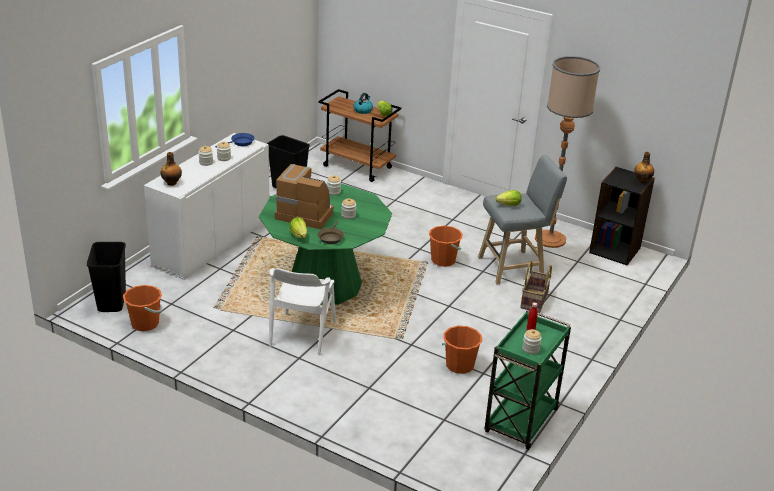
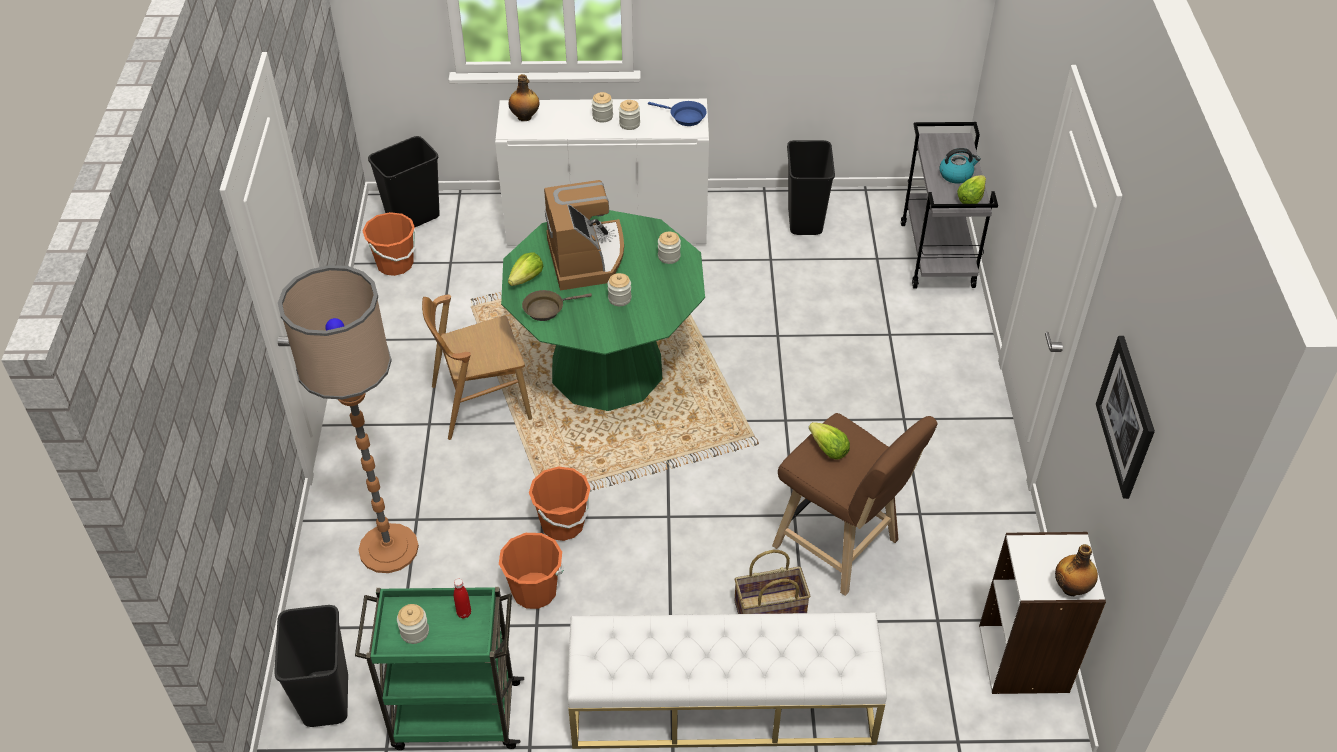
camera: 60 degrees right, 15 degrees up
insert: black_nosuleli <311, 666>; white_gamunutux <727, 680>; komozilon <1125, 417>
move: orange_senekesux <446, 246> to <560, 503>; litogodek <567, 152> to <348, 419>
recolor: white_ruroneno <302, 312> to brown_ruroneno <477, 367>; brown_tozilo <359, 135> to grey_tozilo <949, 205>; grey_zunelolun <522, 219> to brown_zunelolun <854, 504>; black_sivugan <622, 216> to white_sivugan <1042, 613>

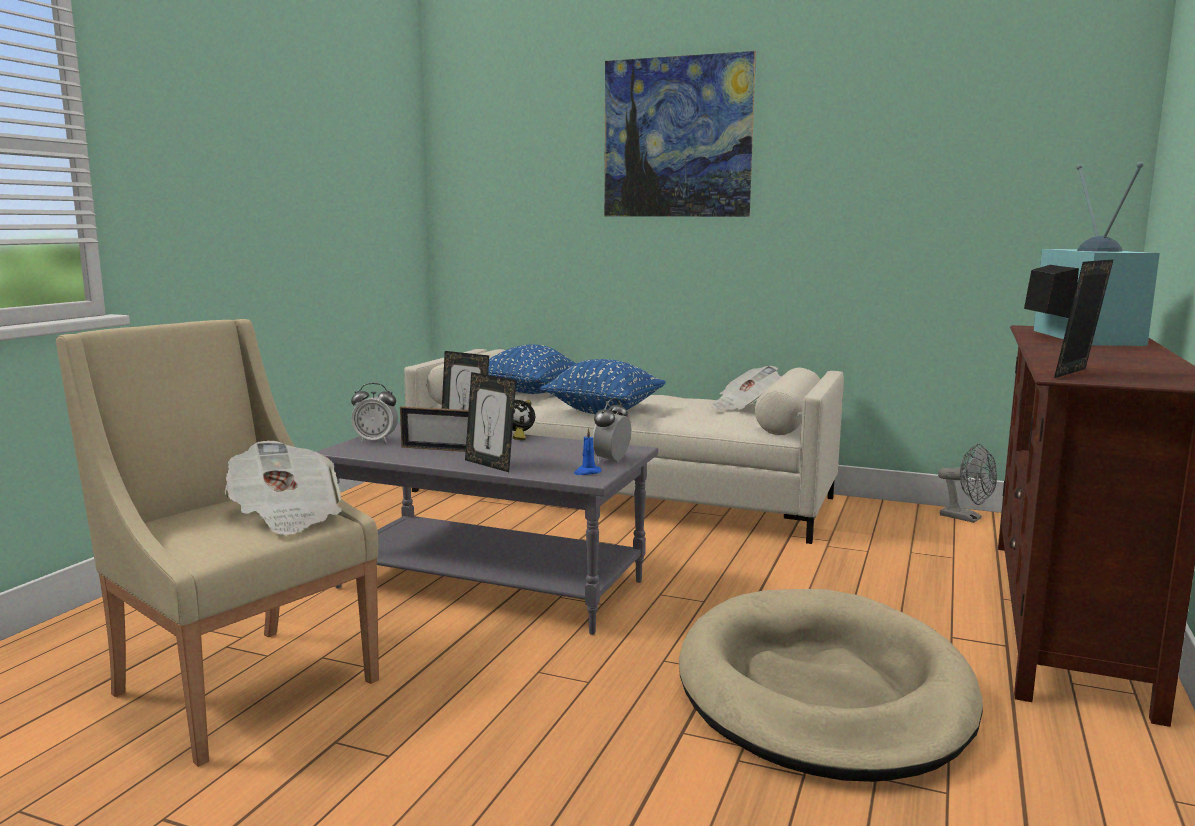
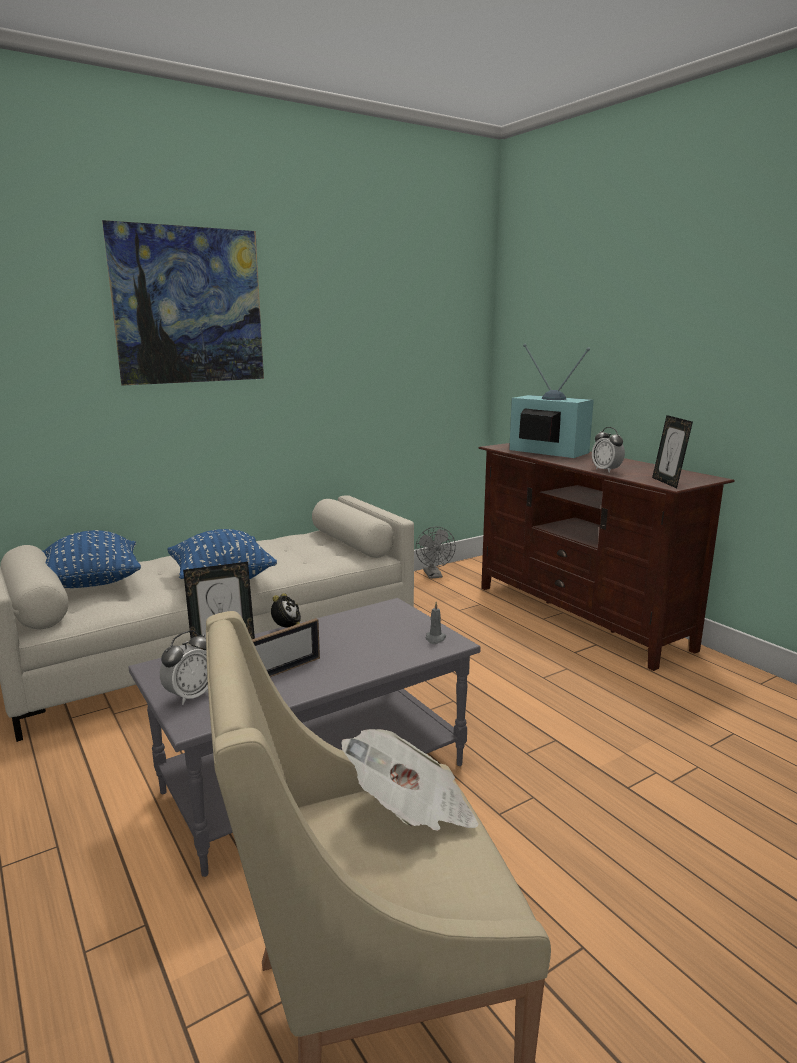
camera: 55 degrees left, 5 degrees up
delete: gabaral <490, 422>; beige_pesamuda <831, 685>; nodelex <745, 388>
move: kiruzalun <611, 430> to <608, 450>
recolor: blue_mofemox <587, 451> to grey_mofemox <436, 623>
rotate: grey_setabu <967, 483> = <436, 553> 90 degrees clockwise

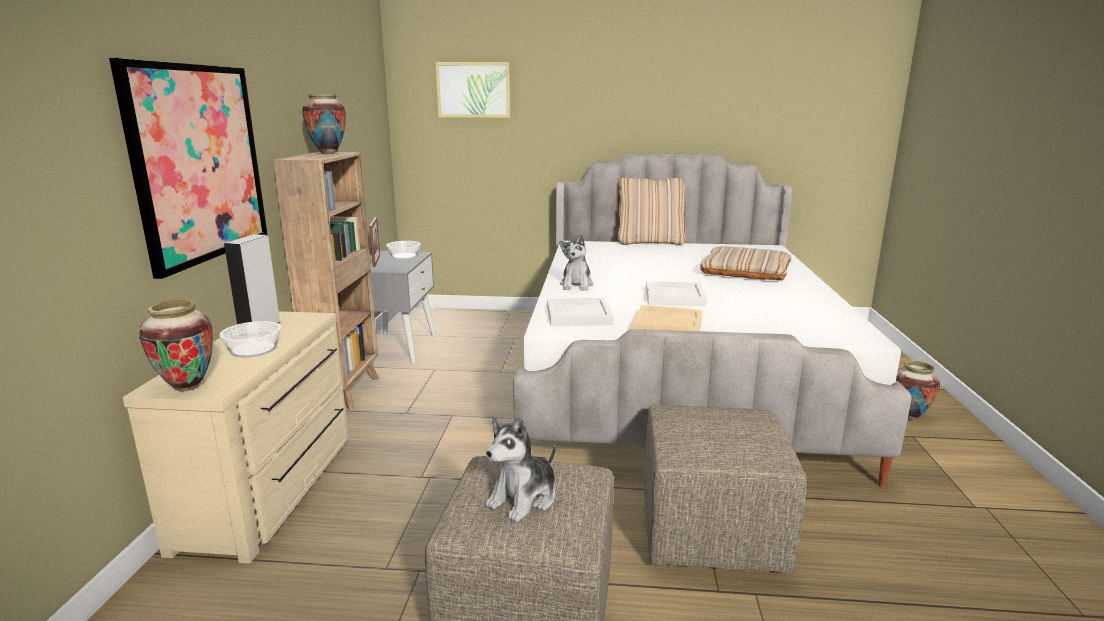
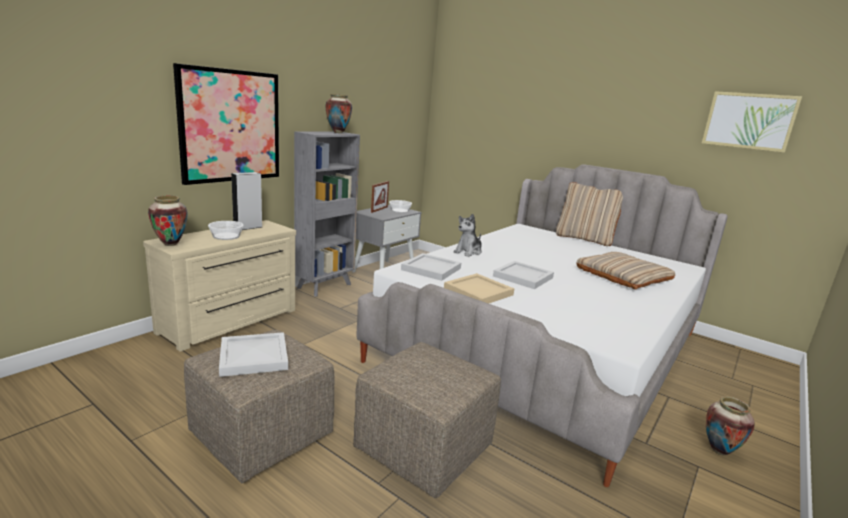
camera: 30 degrees right, 0 degrees up
move: komozilon <473, 90> to <752, 122>
replace: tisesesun <520, 469> to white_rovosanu <253, 354>
recolor: brown_sivugan <326, 281> to grey_sivugan <327, 214>

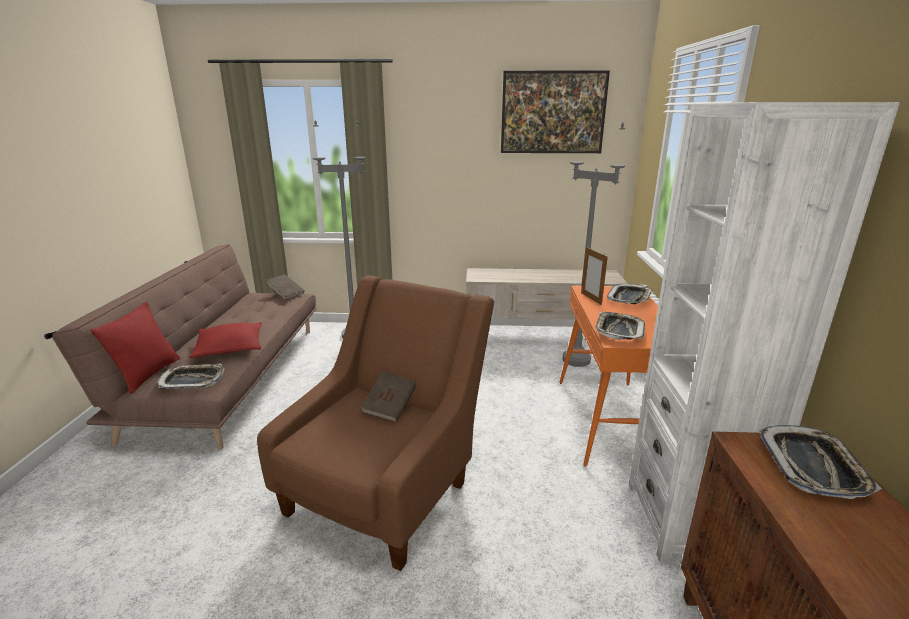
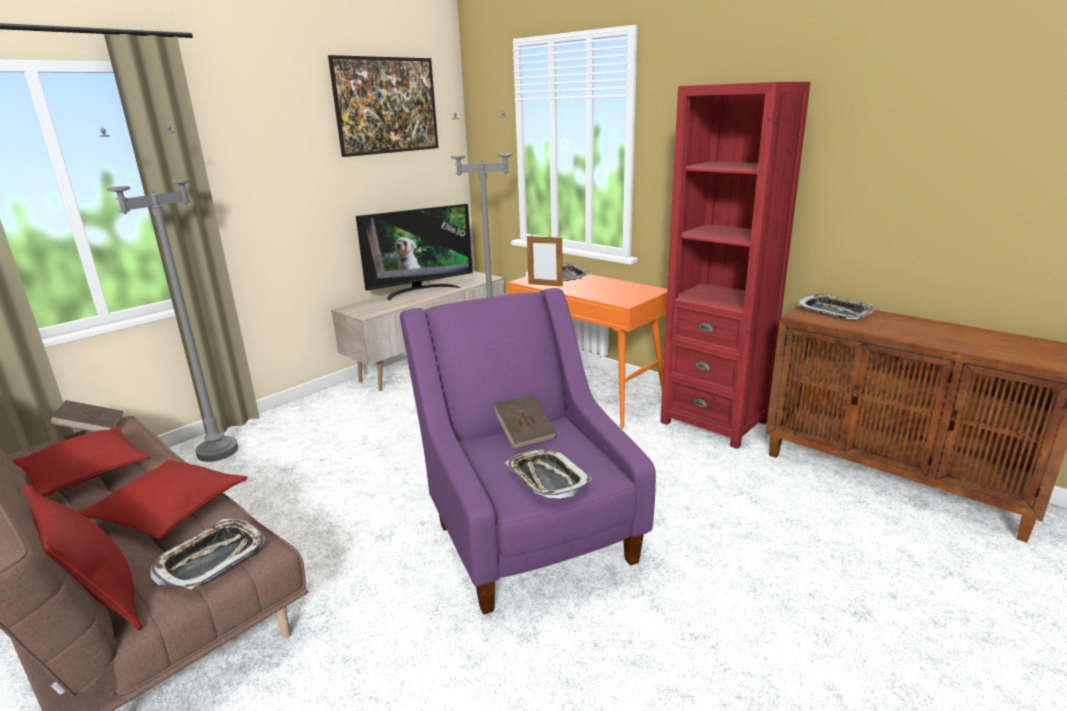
camera: 50 degrees left, 0 degrees up
insert: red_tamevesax <82, 461>; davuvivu <414, 252>
move: rovosanu <620, 326> to <548, 474>
recolor: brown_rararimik <375, 423> to purple_rararimik <528, 451>; white_sivugan <764, 332> to red_sivugan <735, 265>

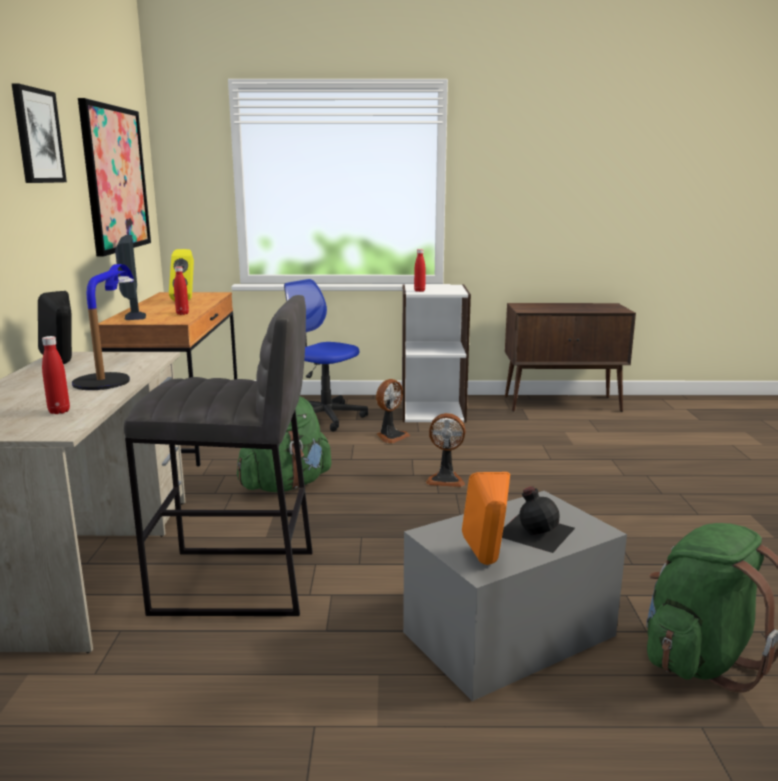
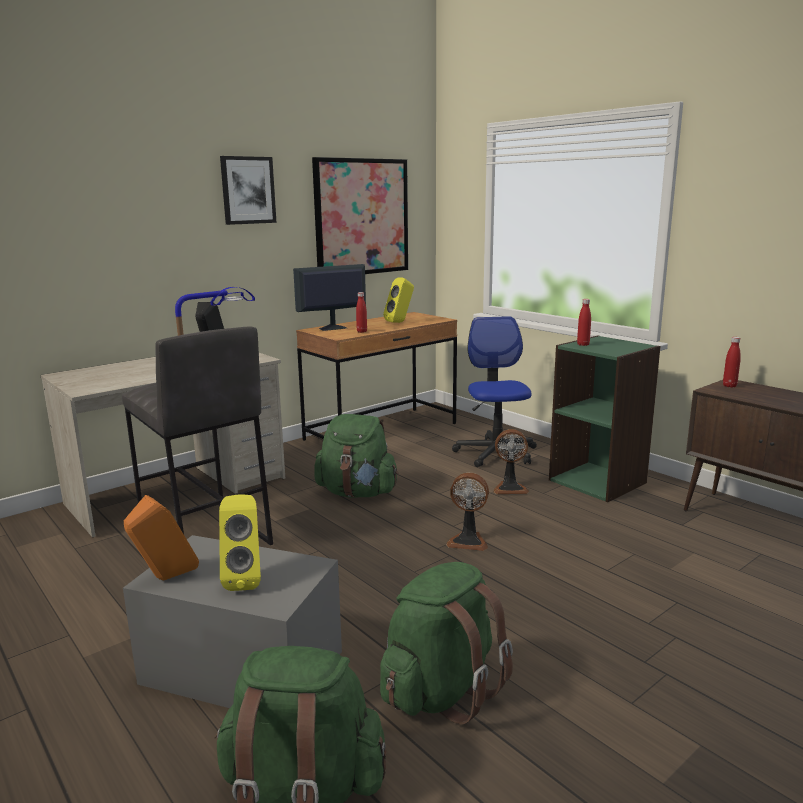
camera: 50 degrees right, 0 degrees up
insert: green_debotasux <446, 643>
move: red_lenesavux <56, 375> to <732, 362>
replace: black_lenesavux <538, 519> to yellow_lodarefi <240, 543>
recolor: white_sivugan <436, 353> to green_sivugan <604, 418>
rotate: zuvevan <130, 277> = <329, 297> 150 degrees counterclockwise; setabu <445, 450> = <467, 512> 45 degrees counterclockwise

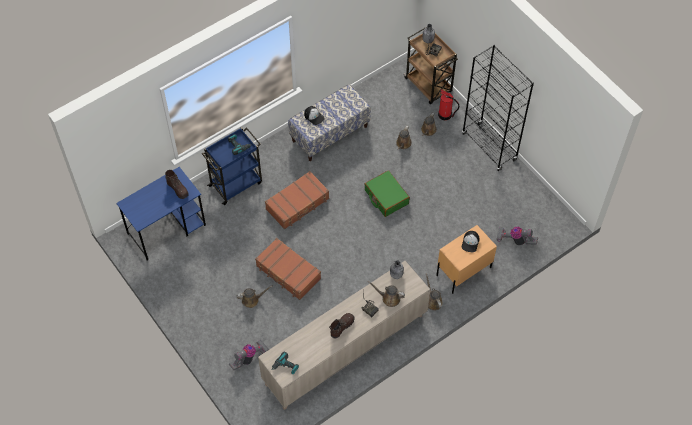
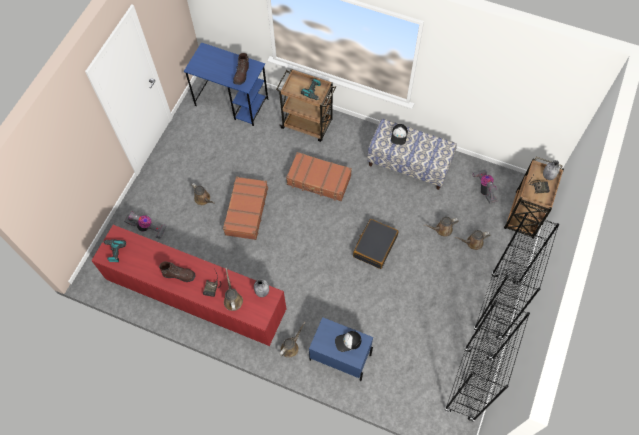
camera: 60 degrees right, 5 degrees up
delete: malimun <448, 104>
insert: black_sivugan <487, 361>
move: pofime <517, 236> to <485, 186>
recolor: blue_tozilo <232, 166> to brown_tozilo <306, 105>; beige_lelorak <344, 335> to red_lelorak <188, 285>; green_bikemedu <387, 193> to black_bikemedu <376, 244>; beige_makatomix <466, 259> to blue_makatomix <341, 349>

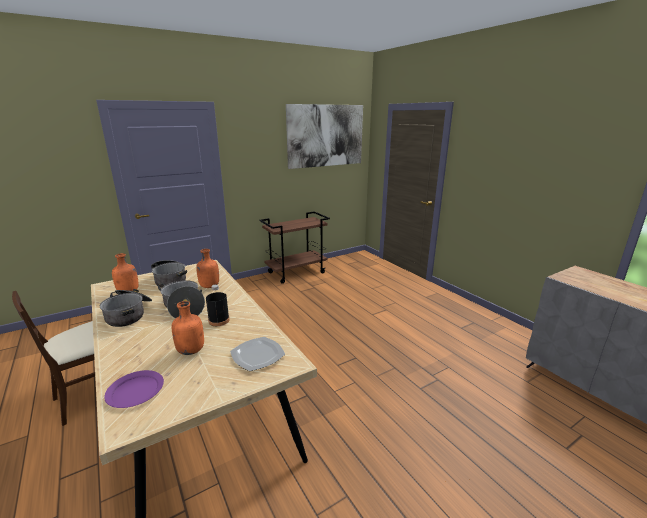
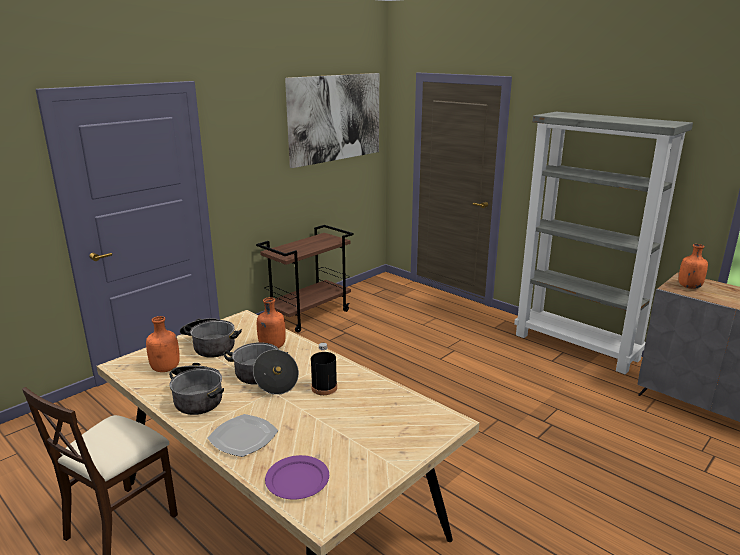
camera: 15 degrees left, 0 degrees up
insert: grey_sivugan <603, 243>
move: orange_lenesavux <188, 328> to <693, 266>; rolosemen <257, 354> to <243, 435>

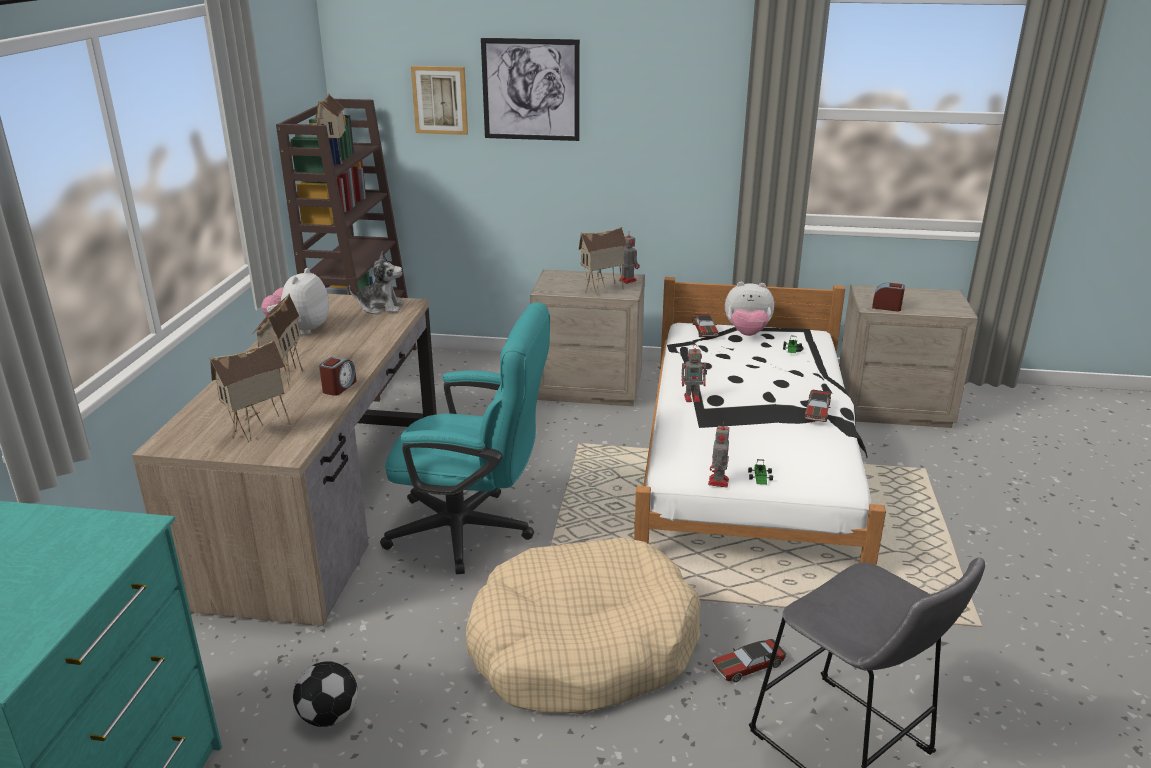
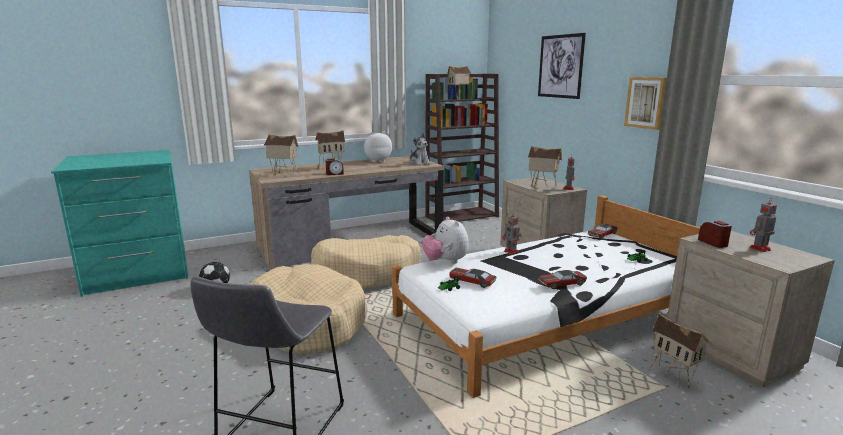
camera: 55 degrees right, 10 degrees down
insert: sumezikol <680, 350>
move: komozilon <439, 100> to <645, 103>; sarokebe <718, 454> to <763, 225>; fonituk <749, 660> to <473, 278>; tisesesun <749, 309> to <445, 240>
replace: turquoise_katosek <465, 438> to beige_pesamuda <366, 262>

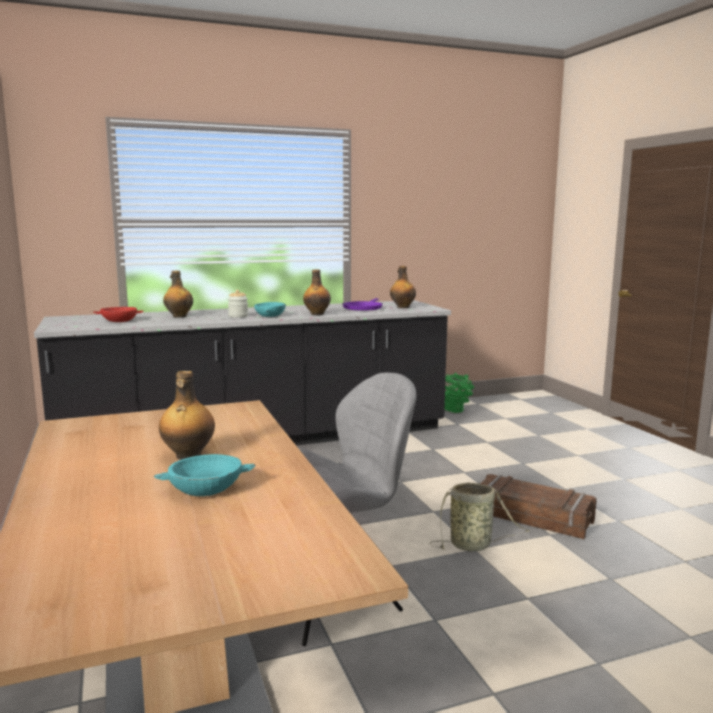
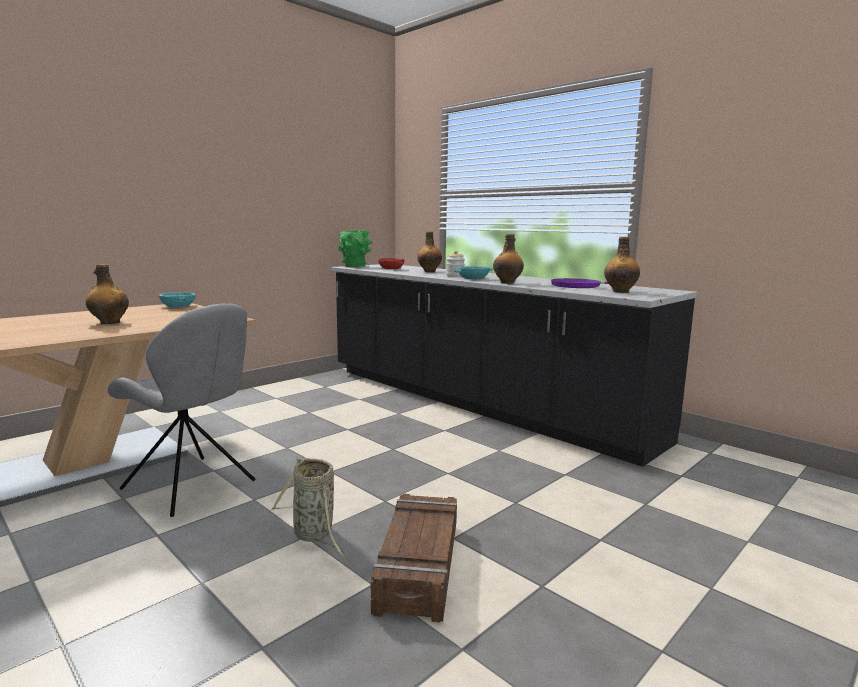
camera: 65 degrees right, 0 degrees up
move: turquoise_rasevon <205, 475> to <177, 299>; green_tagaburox <459, 393> to <355, 248>

